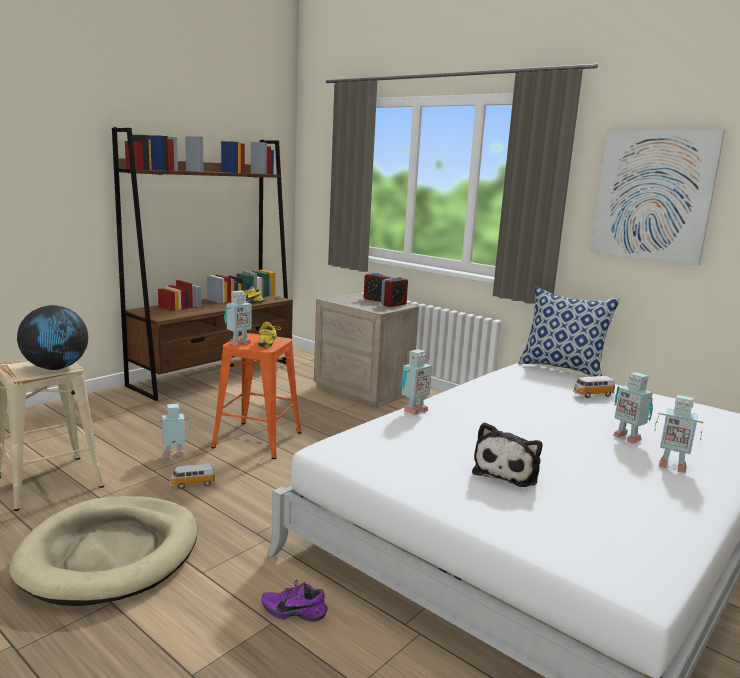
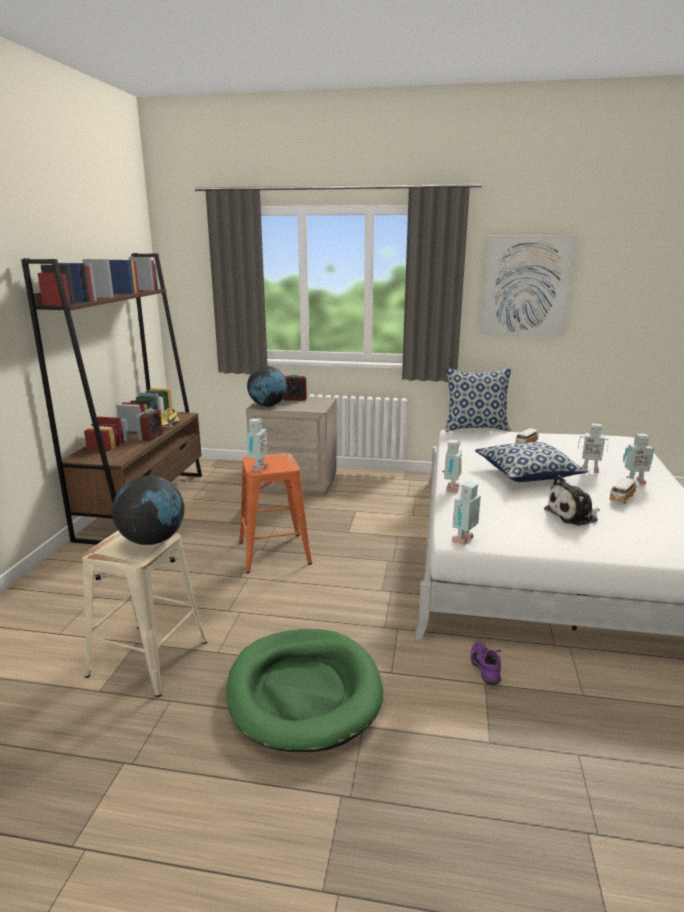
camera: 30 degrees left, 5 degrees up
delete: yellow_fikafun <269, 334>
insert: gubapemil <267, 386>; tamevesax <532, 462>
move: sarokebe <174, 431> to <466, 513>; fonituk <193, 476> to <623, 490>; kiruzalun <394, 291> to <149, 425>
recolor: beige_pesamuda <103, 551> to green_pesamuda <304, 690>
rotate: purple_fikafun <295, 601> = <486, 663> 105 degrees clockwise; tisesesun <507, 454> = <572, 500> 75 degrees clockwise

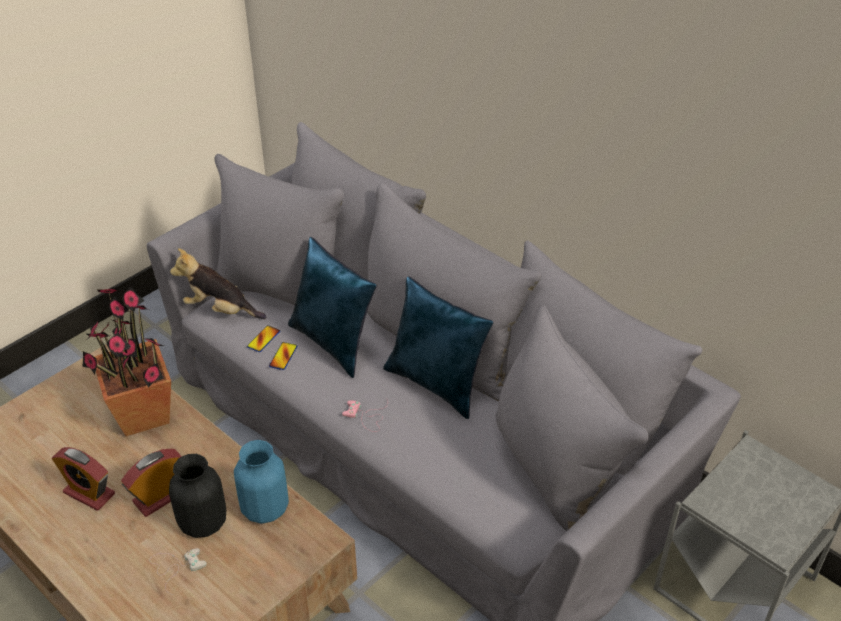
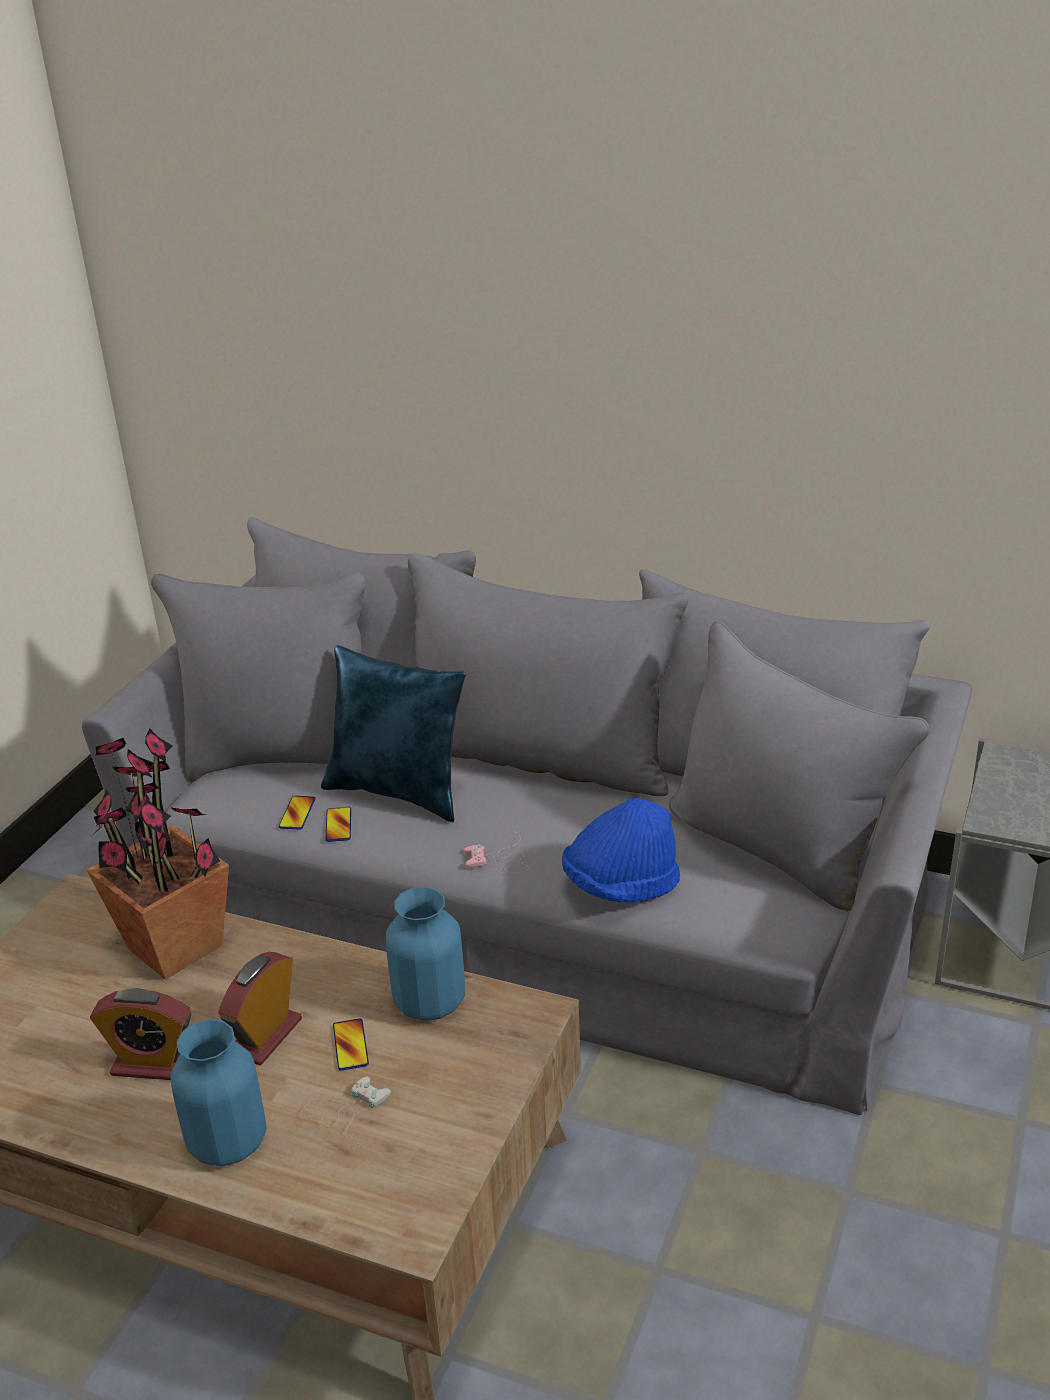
camera: 20 degrees left, 10 degrees down
delete: tisesesun <218, 283>; blue_tamevesax <438, 347>
insert: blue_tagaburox <218, 1092>; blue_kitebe <621, 850>
replace: black_tagaburox <197, 496> to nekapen <351, 1044>

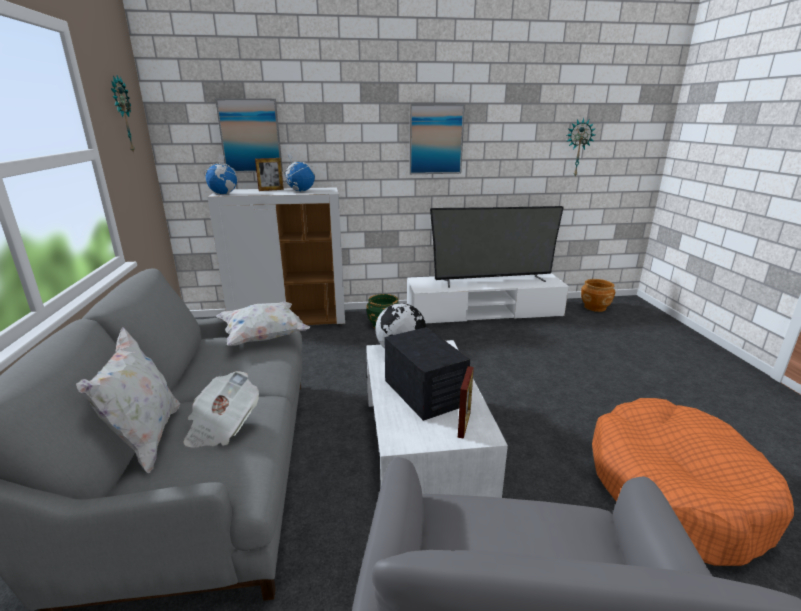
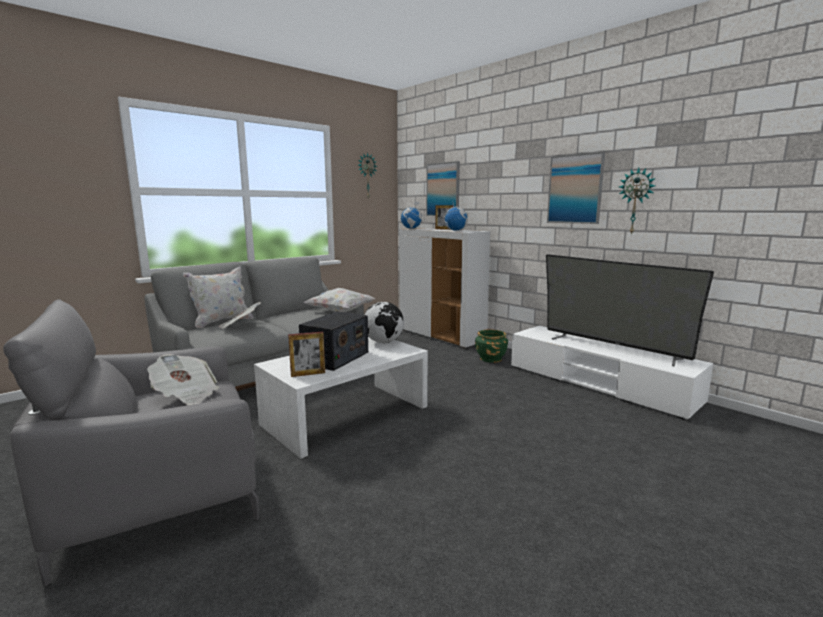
camera: 55 degrees right, 10 degrees down
delete: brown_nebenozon <598, 295>; orange_pesamuda <693, 482>
insert: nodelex <183, 379>
move: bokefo <581, 147> to <637, 201>

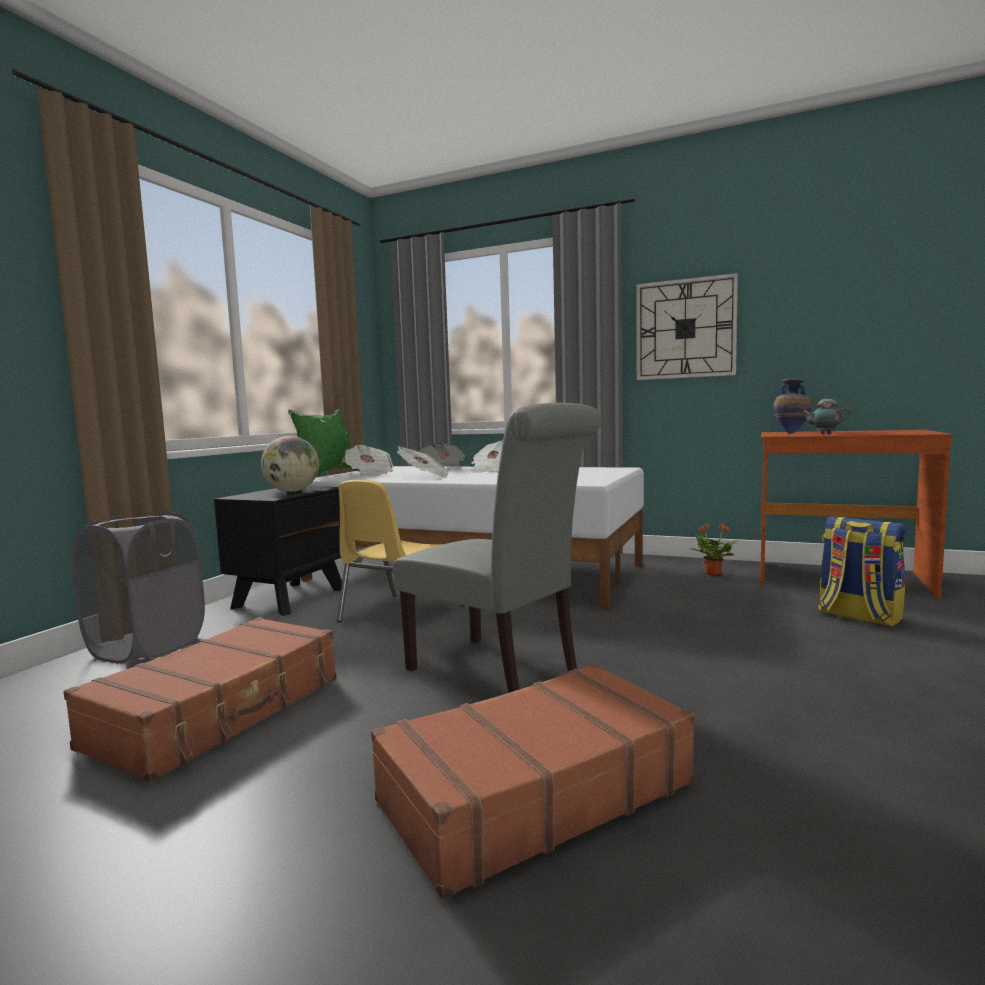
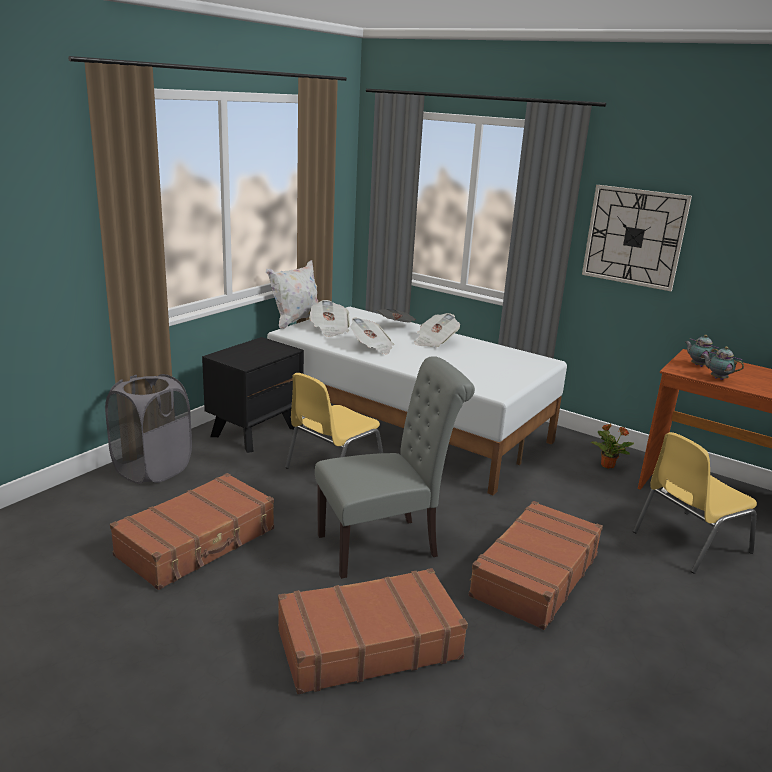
camera: 10 degrees right, 15 degrees up
delete: gubapemil <290, 464>
insert: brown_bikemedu <536, 565>
replace: tagaburox <792, 406> to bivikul <702, 351>; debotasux <862, 572> to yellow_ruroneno <695, 503>
recolor: green_tamevesax <324, 443> to white_tamevesax <292, 294>
rotate: grey_ruroneno <497, 548> = <395, 467> 75 degrees counterclockwise

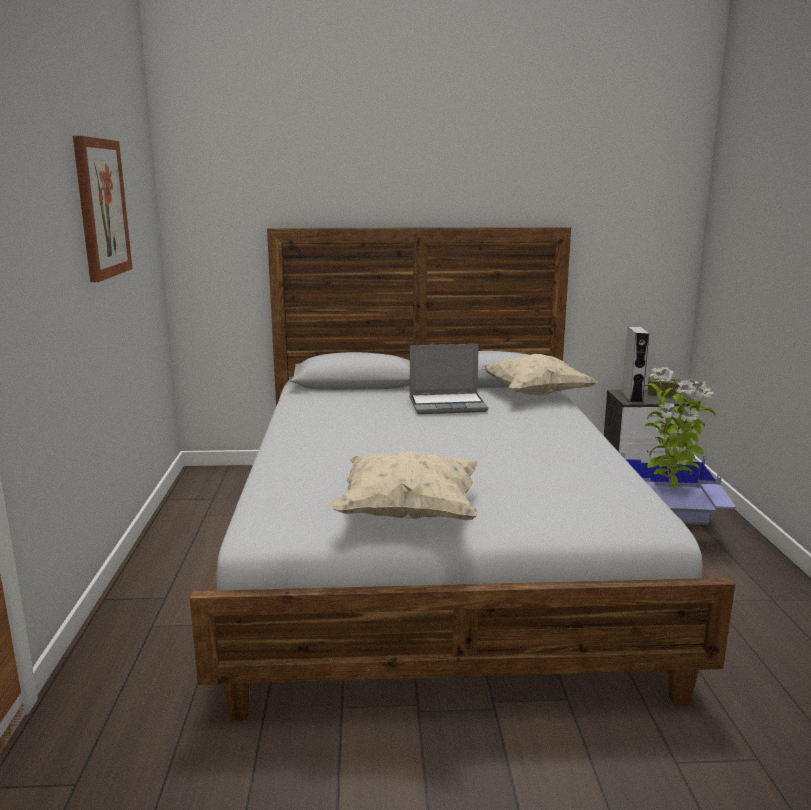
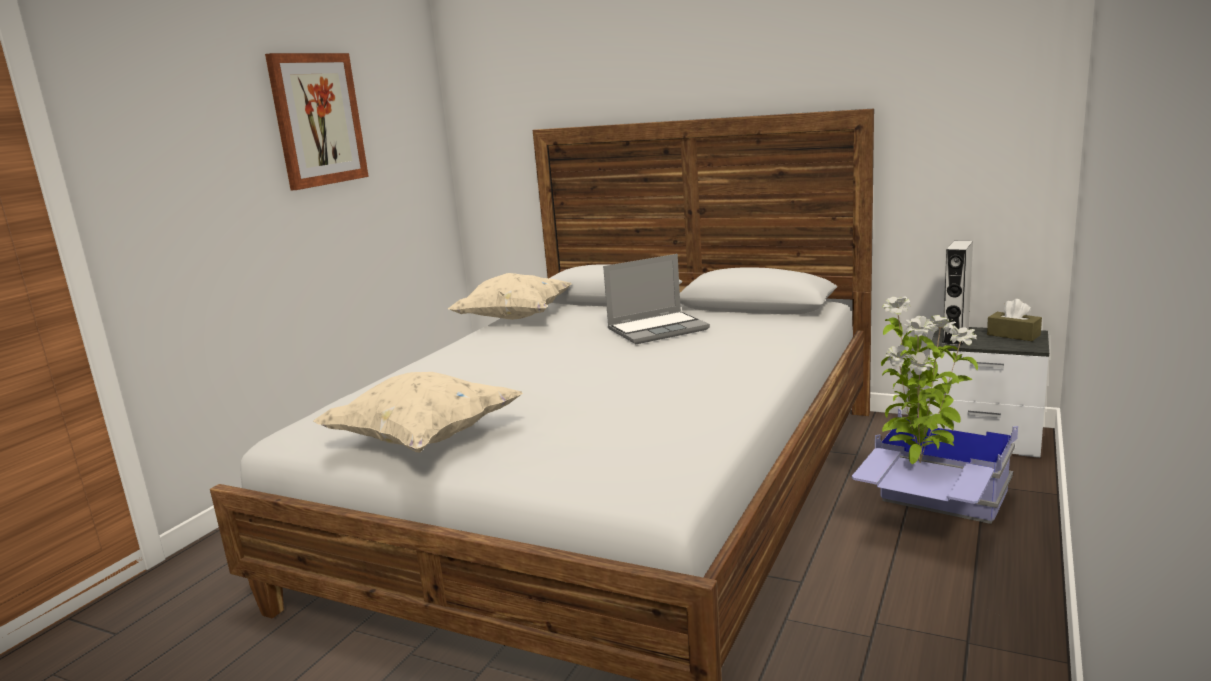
camera: 30 degrees right, 0 degrees up
move: beige_tamevesax <539, 374> to <510, 296>
rotate: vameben <449, 379> = <656, 299> 45 degrees counterclockwise

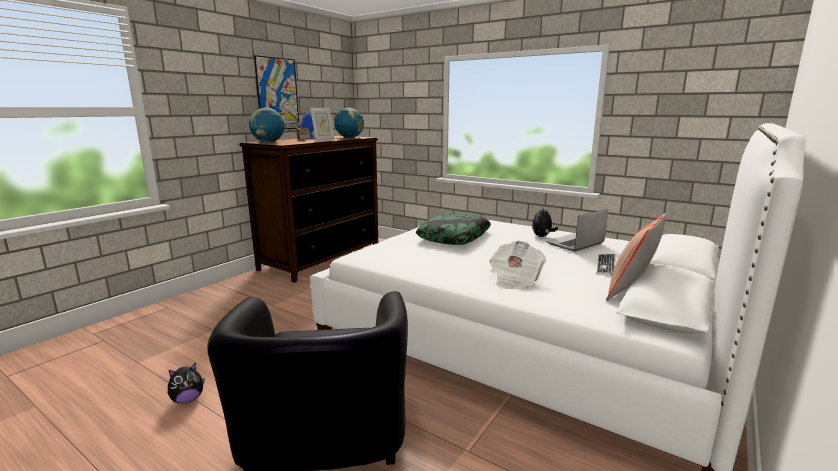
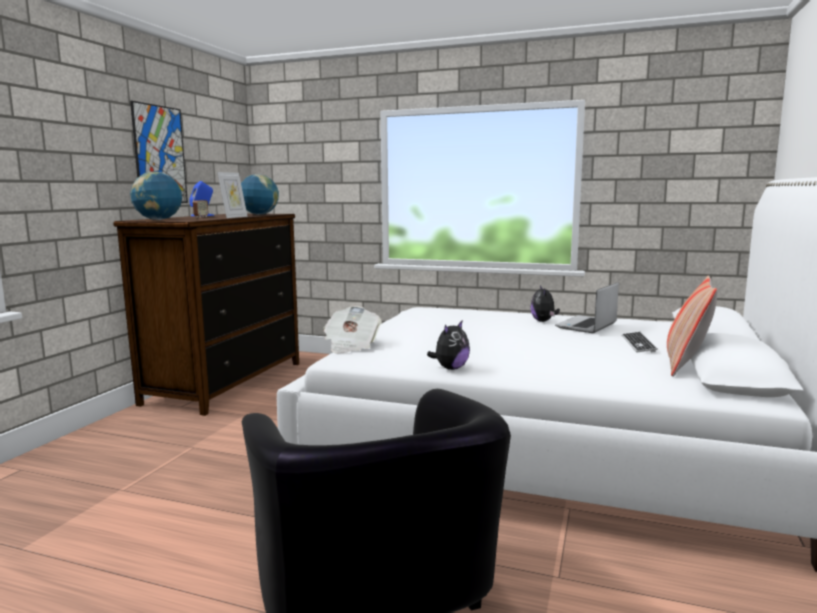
camera: 15 degrees left, 5 degrees down
delete: tamevesax <453, 229>
move: tisesesun <186, 383> to <448, 345>; nodelex <517, 265> to <352, 329>

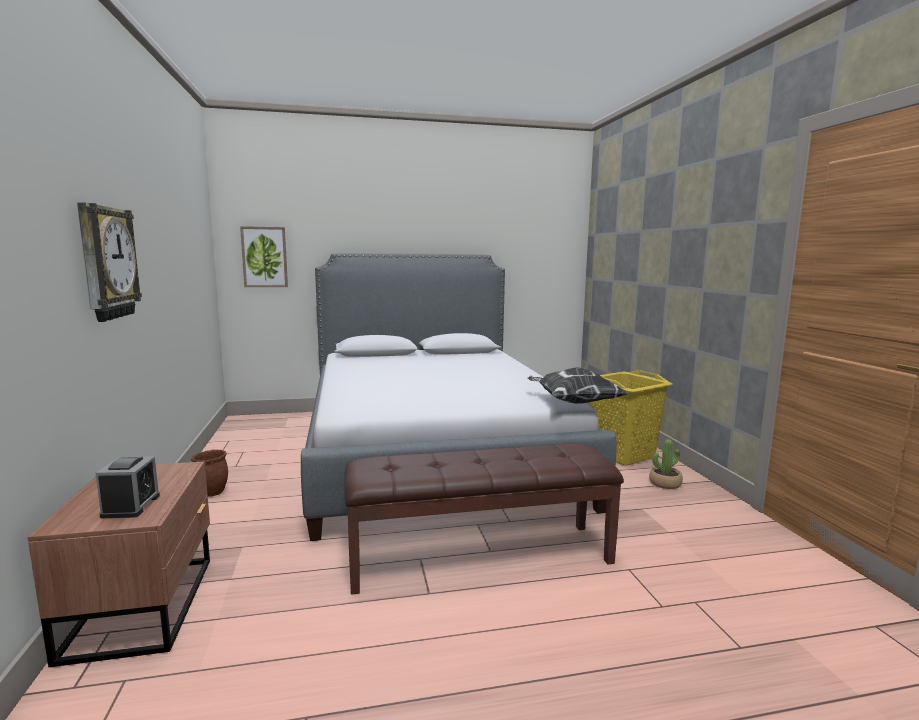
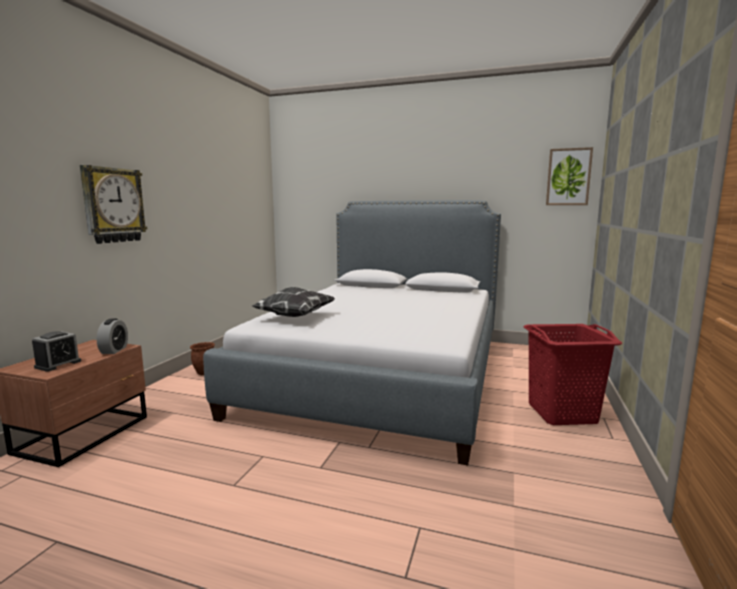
camera: 30 degrees right, 0 degrees up
delete: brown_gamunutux <484, 519>; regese <666, 464>
insert: kiruzalun <112, 336>
move: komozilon <264, 256> to <569, 176>; tamevesax <578, 385> to <293, 302>
recolor: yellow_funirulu <631, 418> to red_funirulu <572, 374>

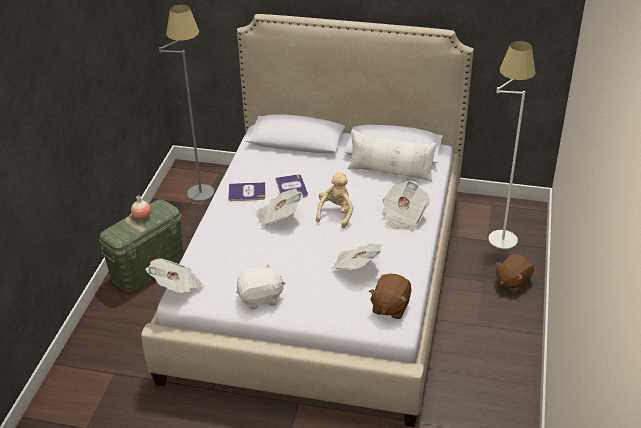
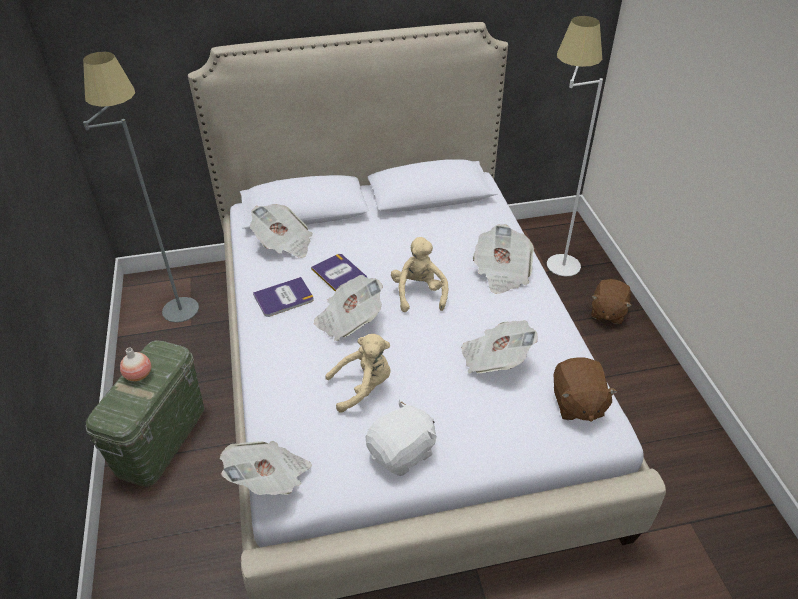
camera: 25 degrees left, 5 degrees up
delete: white_tamevesax <392, 155>
insert: nodelex <281, 231>; beige_tisesesun <358, 373>

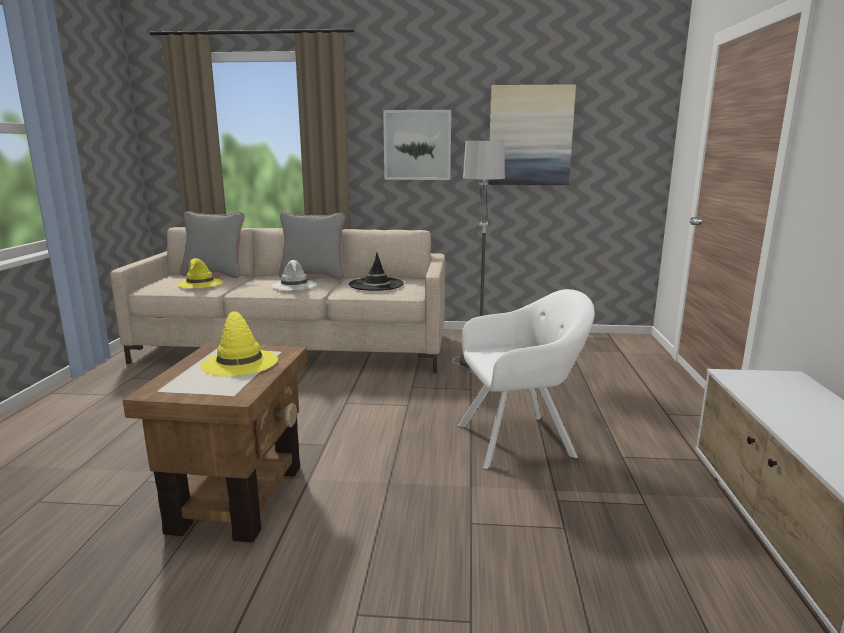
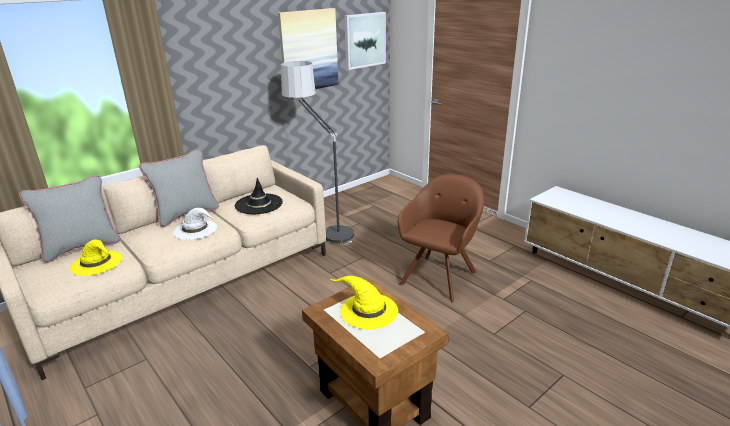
camera: 45 degrees left, 10 degrees up
move: komozilon <417, 145> to <365, 41>
recolor: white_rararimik <526, 379> to brown_rararimik <441, 238>

